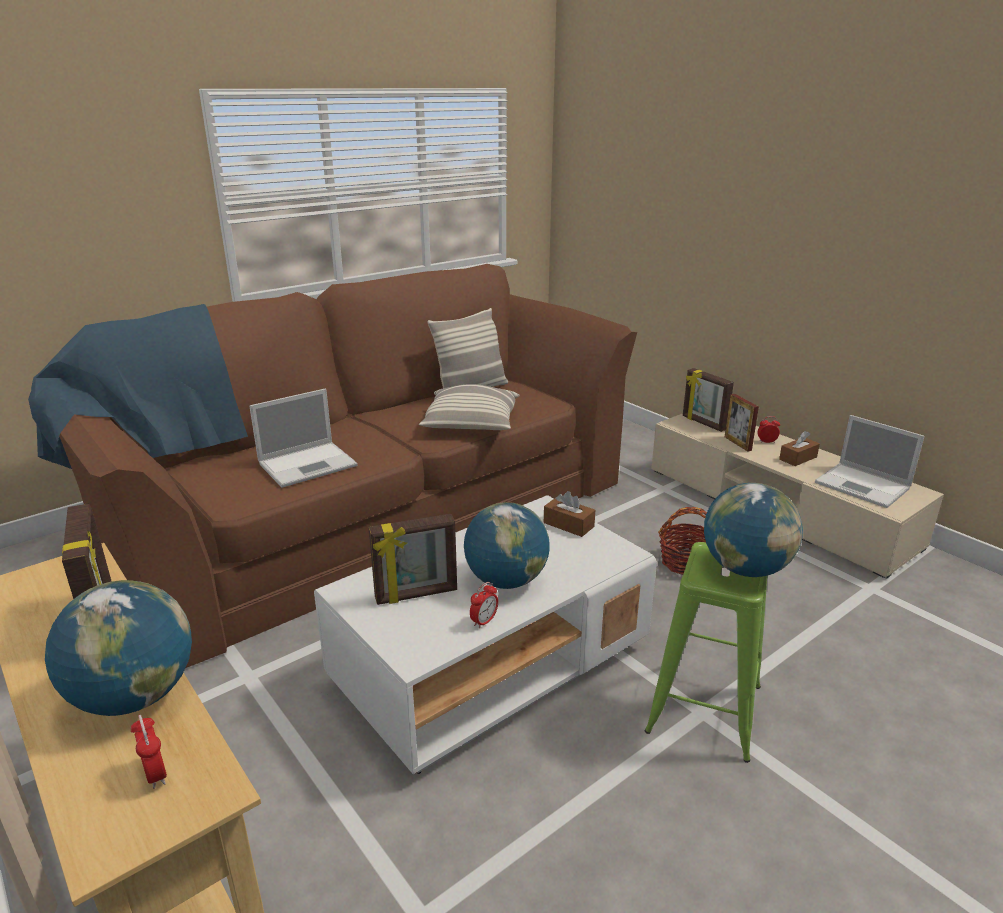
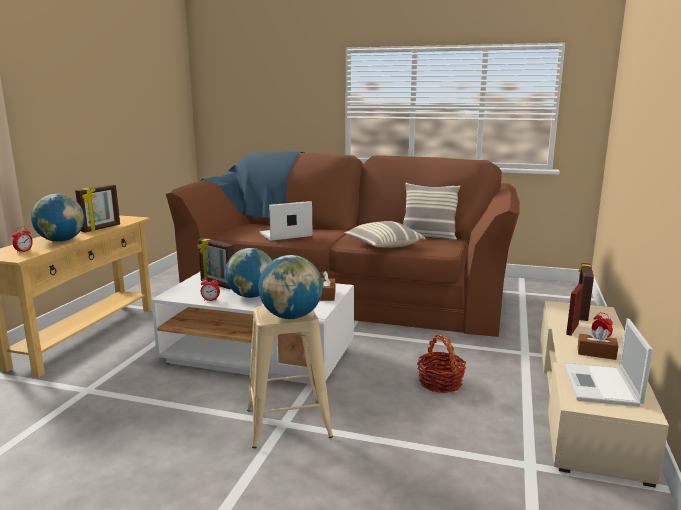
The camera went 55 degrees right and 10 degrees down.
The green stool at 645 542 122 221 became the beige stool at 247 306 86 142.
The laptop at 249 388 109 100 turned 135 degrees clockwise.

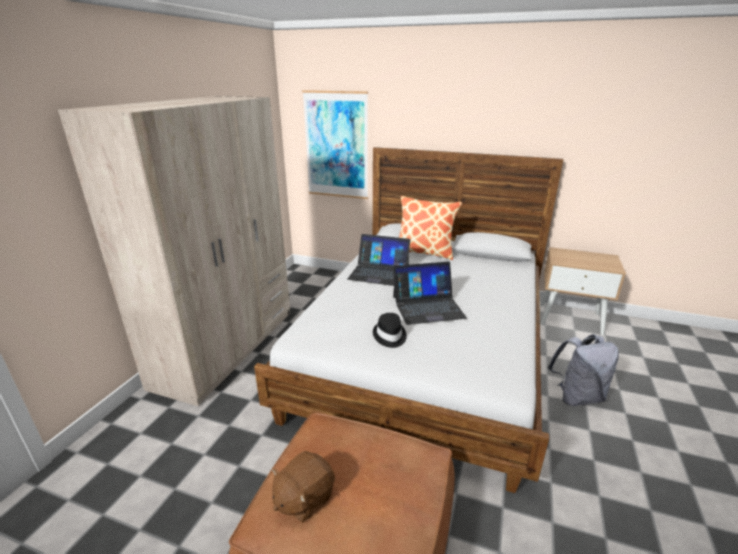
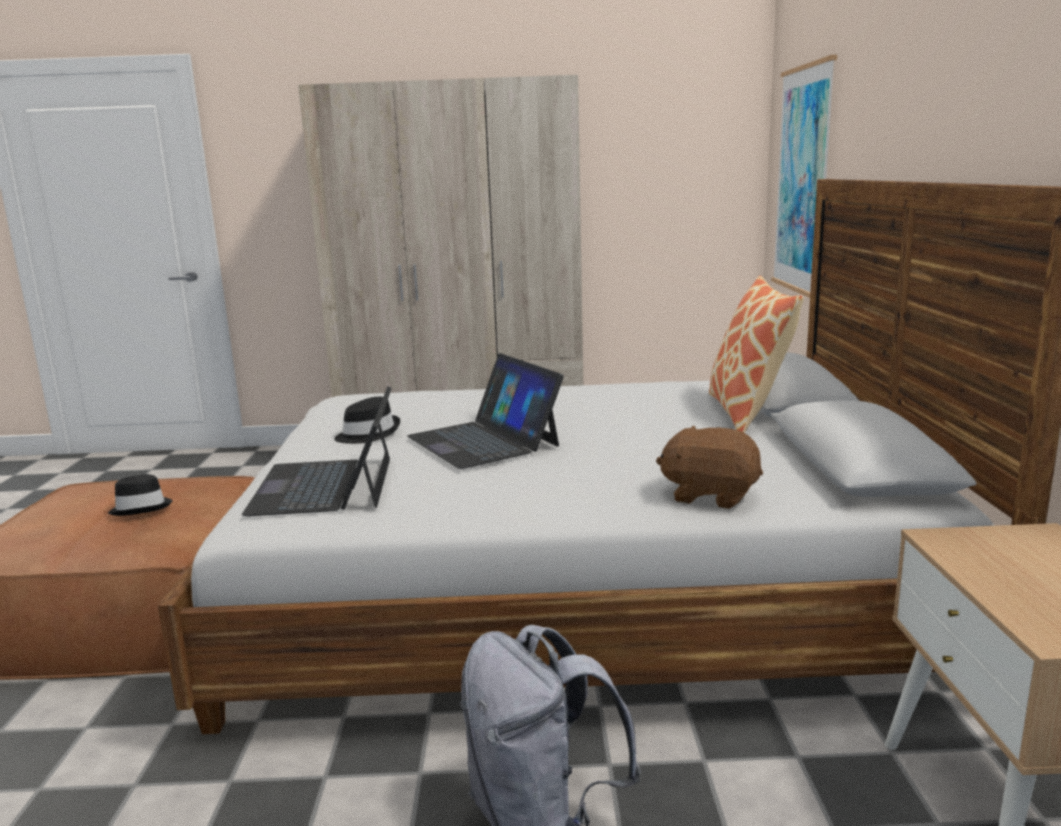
The camera went 70 degrees right and 10 degrees down.
The black hat at 108 474 65 42 appeared.
The laptop moved from 347 234 63 52 to 242 386 150 130.
The brown plush toy moved from 272 451 63 71 to 656 426 107 83.

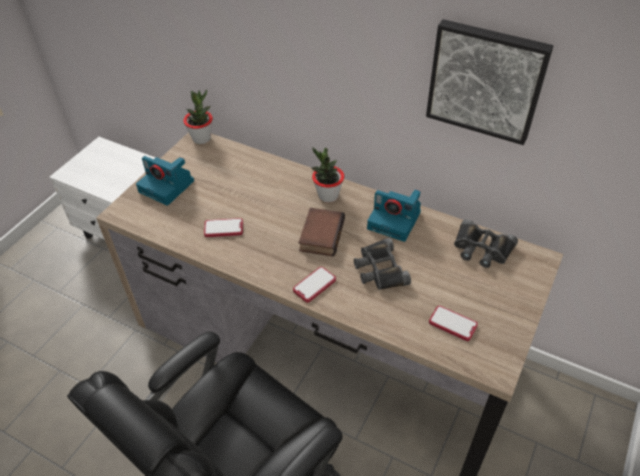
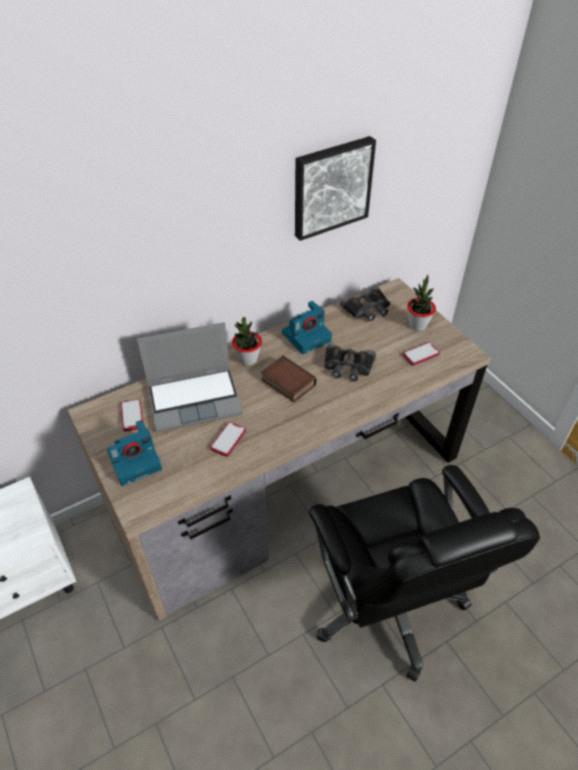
The camera went 60 degrees left and 0 degrees up.
The phone moved from 293 267 43 36 to 121 399 23 33.
The laptop at 137 322 106 110 appeared.
The potted plant moved from 183 90 30 54 to 407 275 29 56.

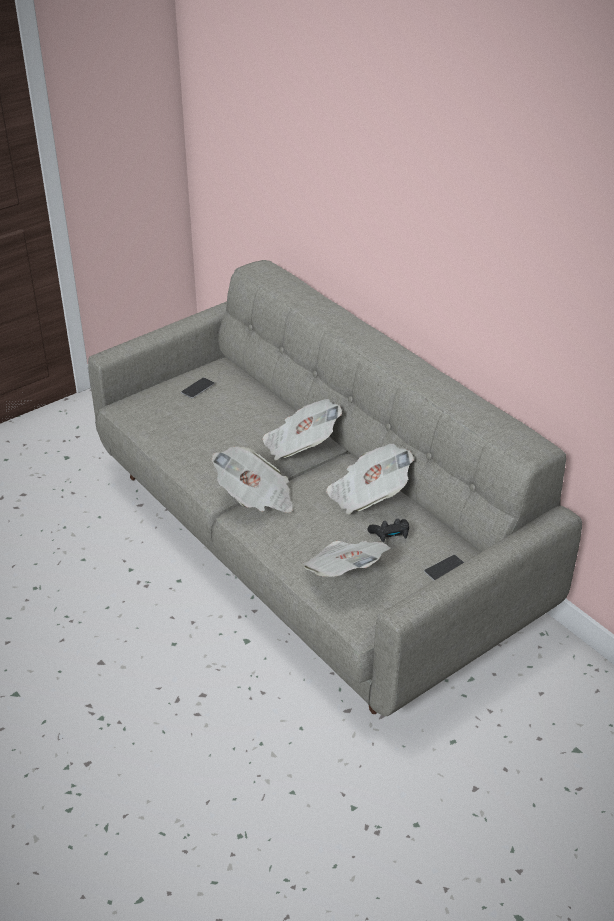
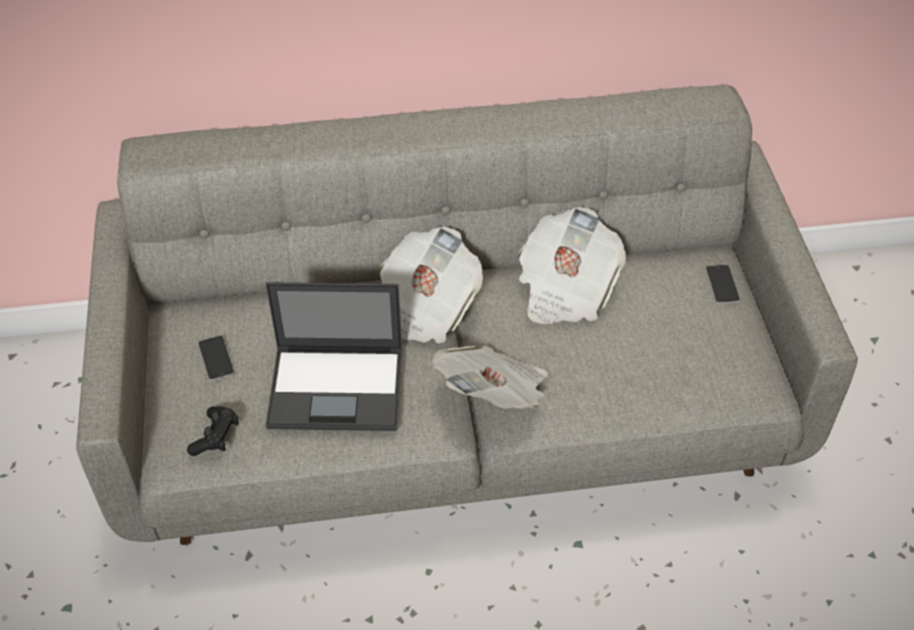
The camera went 60 degrees left and 10 degrees up.
The black game controller moved from 368 519 41 23 to 187 406 52 50.
The laptop at 265 282 137 149 appeared.
The newspaper at 301 541 90 36 disappeared.

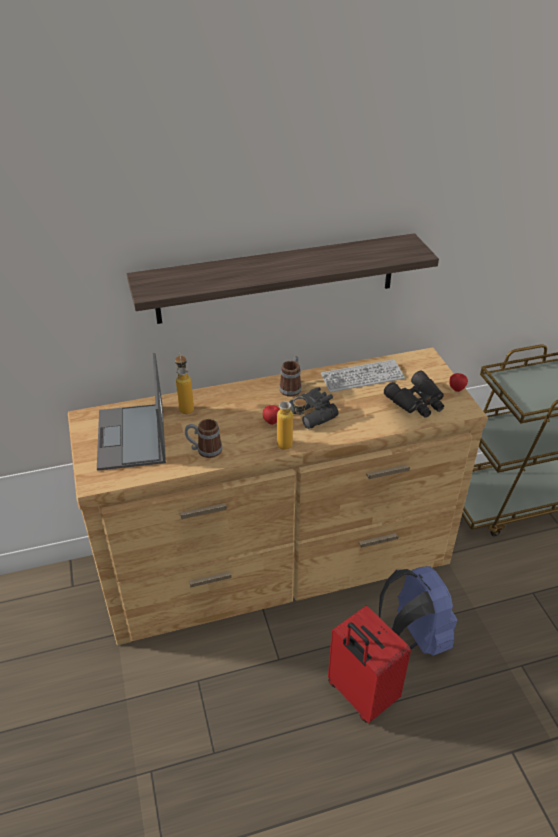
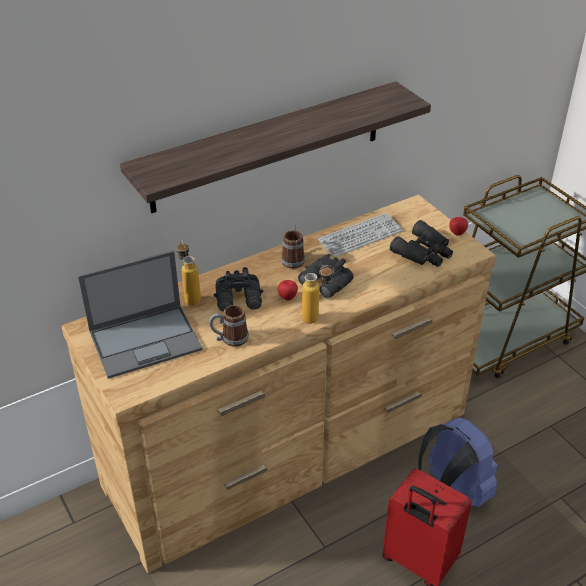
The camera went 15 degrees left and 0 degrees up.
The laptop at 97 353 69 118 turned 90 degrees counterclockwise.
The black binoculars at 214 267 49 45 appeared.

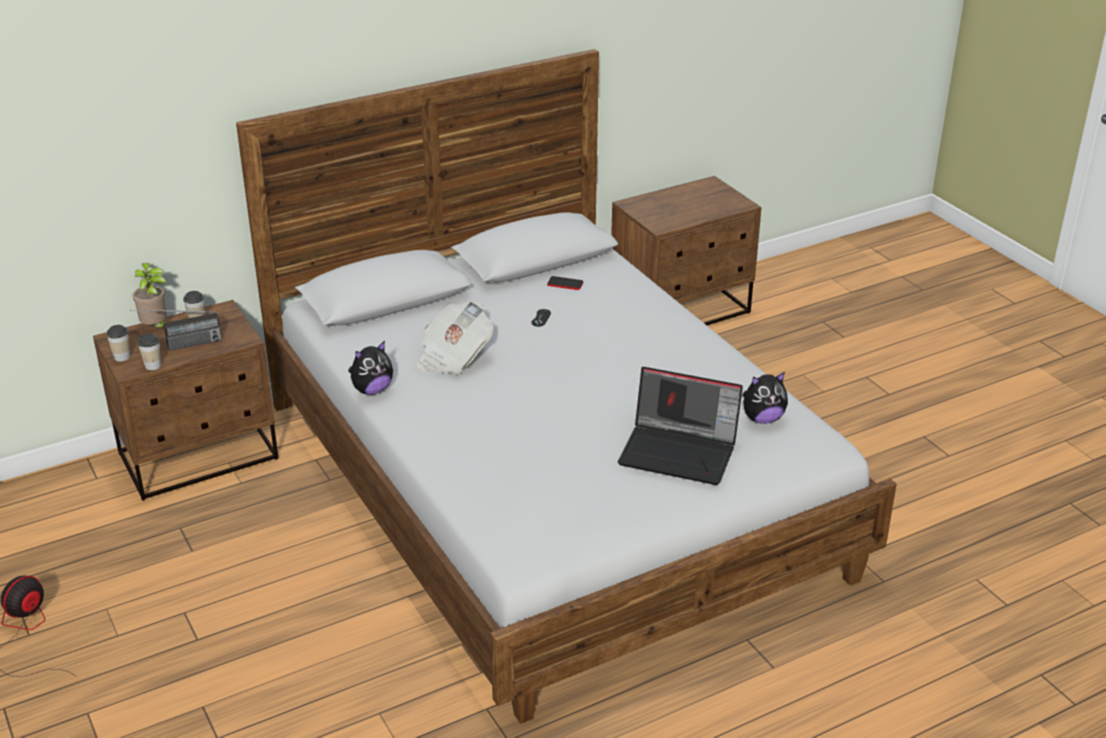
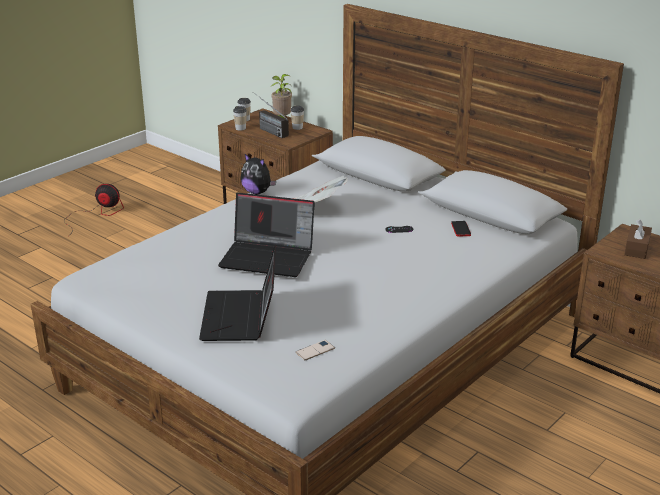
The camera went 70 degrees right and 5 degrees down.
The laptop at 218 193 97 84 appeared.
The plush toy at 742 372 46 52 was replaced by the phone at 295 340 40 20.
The brown tissue box at 624 219 28 40 appeared.

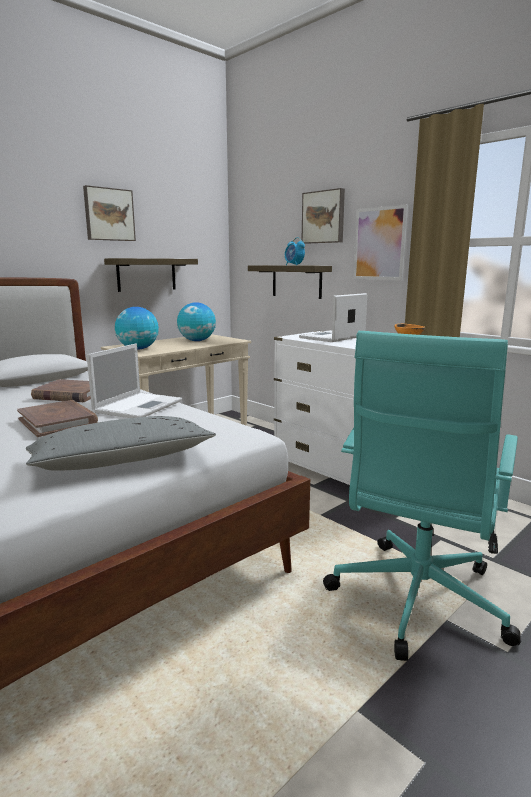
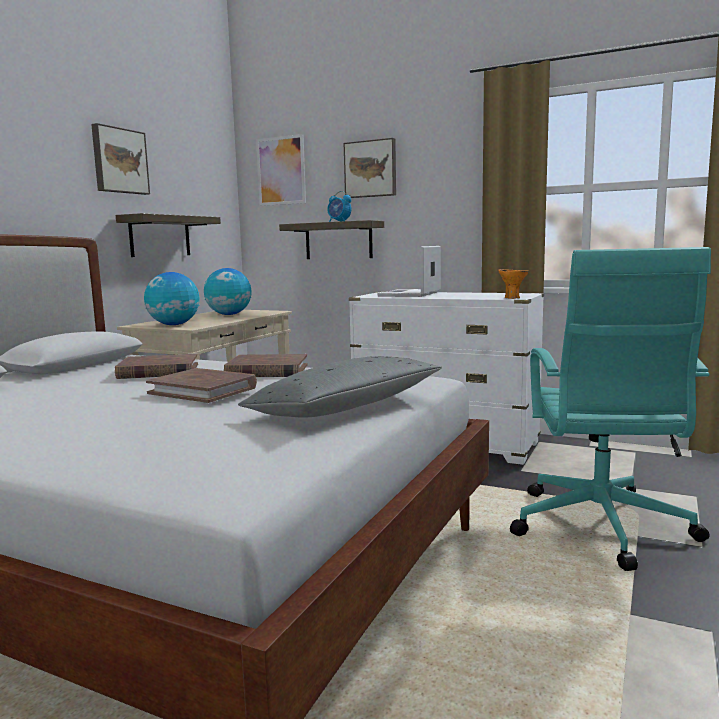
The camera went 20 degrees left and 5 degrees down.
The laptop at 87 343 95 75 was replaced by the brown book at 224 354 84 23.
The picture moved from 353 205 55 75 to 256 134 50 72.

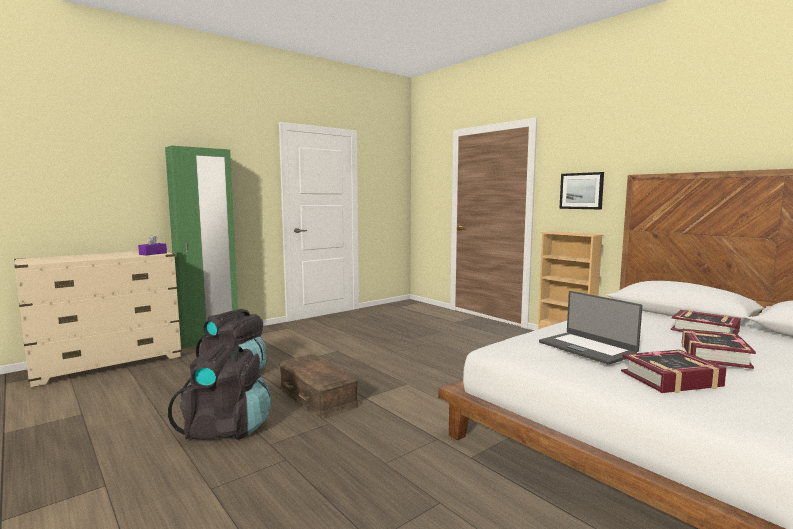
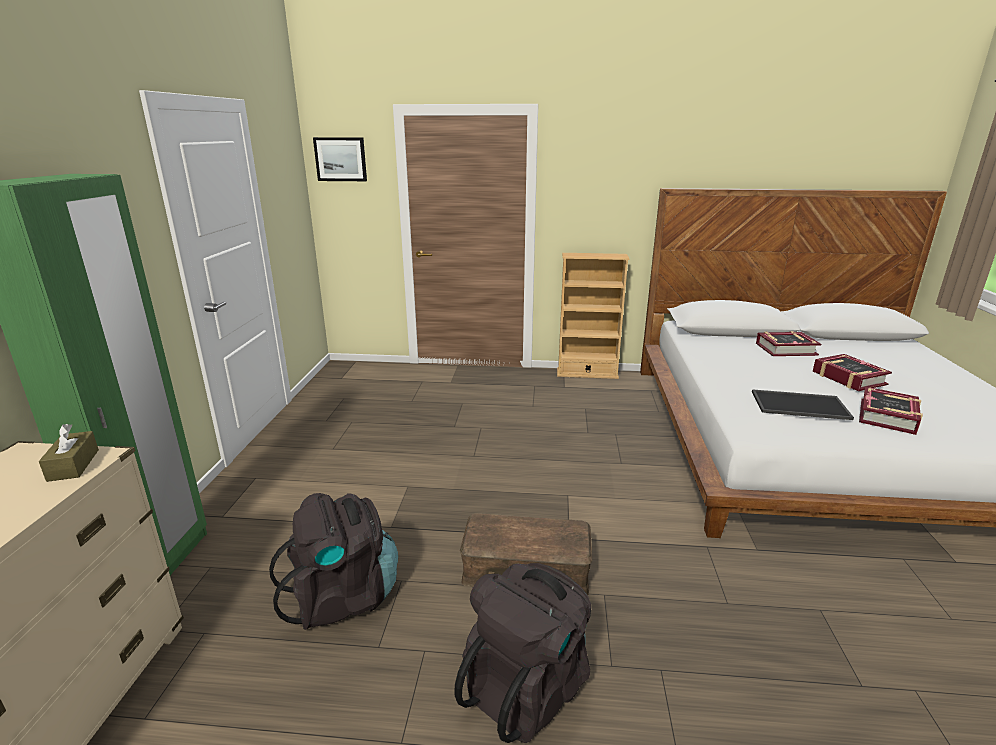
The camera went 45 degrees left and 15 degrees up.
The purple tissue box at 138 235 29 20 became the brown tissue box at 39 424 60 58.
The picture moved from 559 172 45 37 to 313 137 54 44.
The laptop at 539 291 103 74 was replaced by the tray at 752 389 102 31.

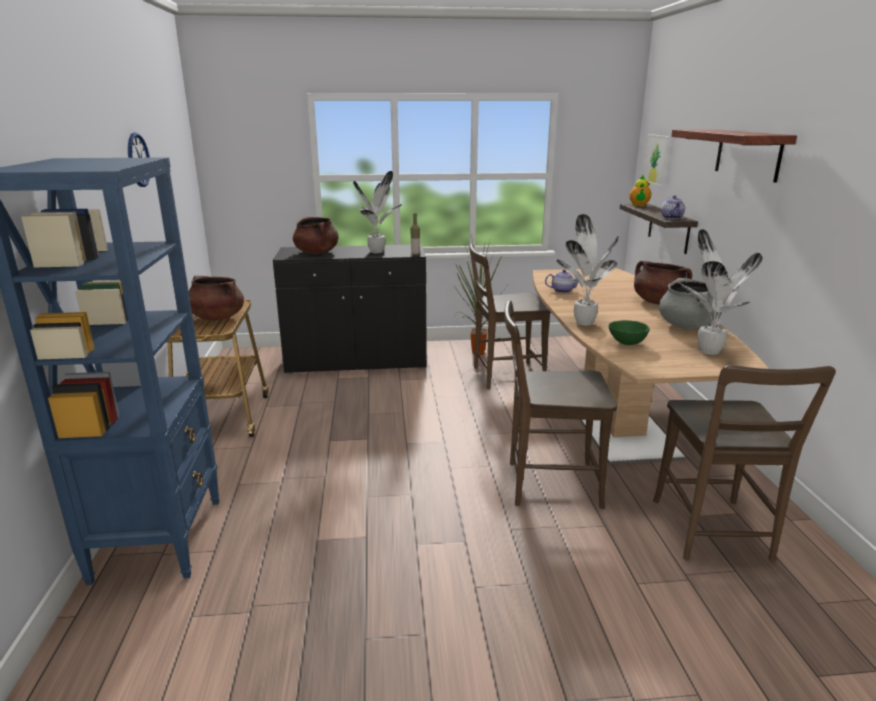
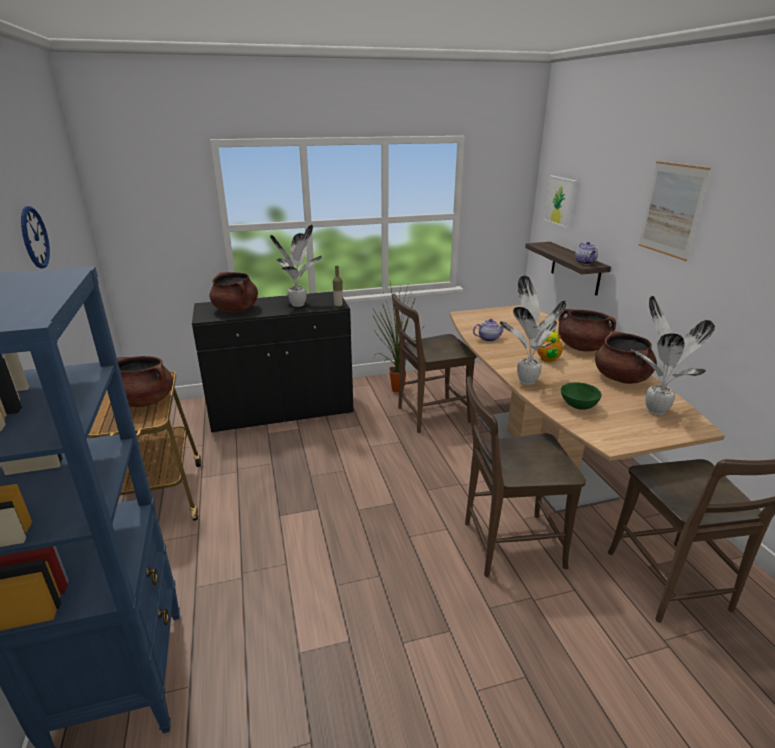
The camera went 10 degrees left and 5 degrees up.
The teapot moved from 629 175 22 31 to 537 330 26 32.
The grey cooking pot at 659 278 63 52 became the brown cooking pot at 595 331 62 53.
The shelf at 671 129 126 54 was replaced by the picture at 639 161 72 100.

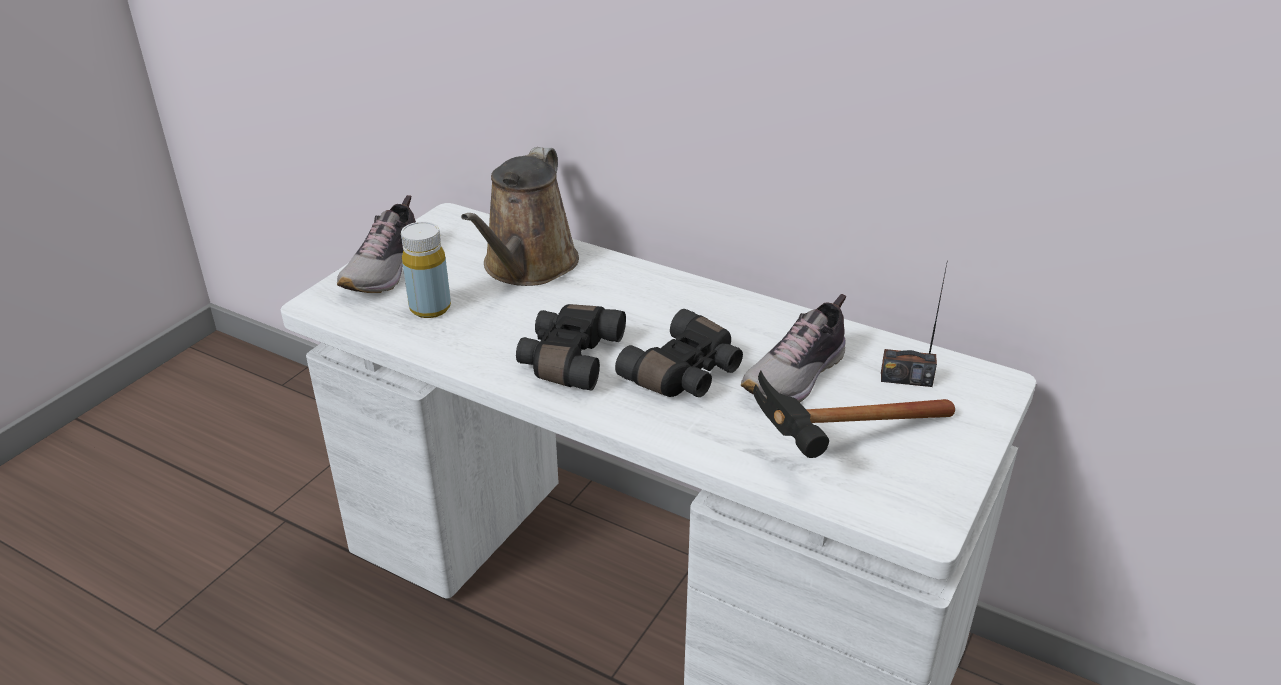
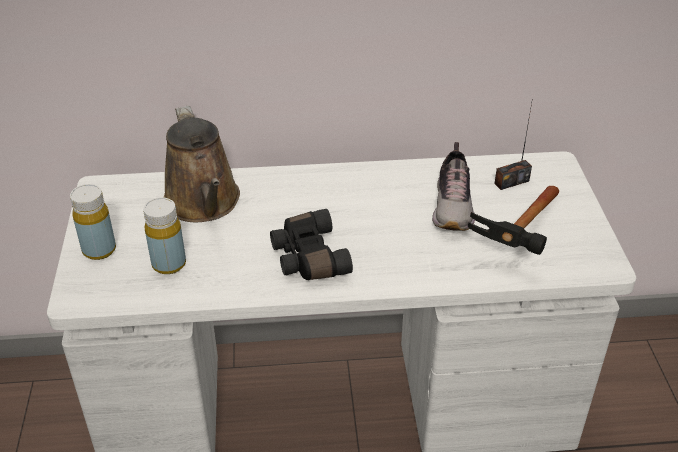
The camera went 35 degrees left and 5 degrees up.
The shoe at 337 195 79 98 was replaced by the yellow bottle at 70 184 46 76.
The black binoculars at 615 309 128 88 disappeared.

